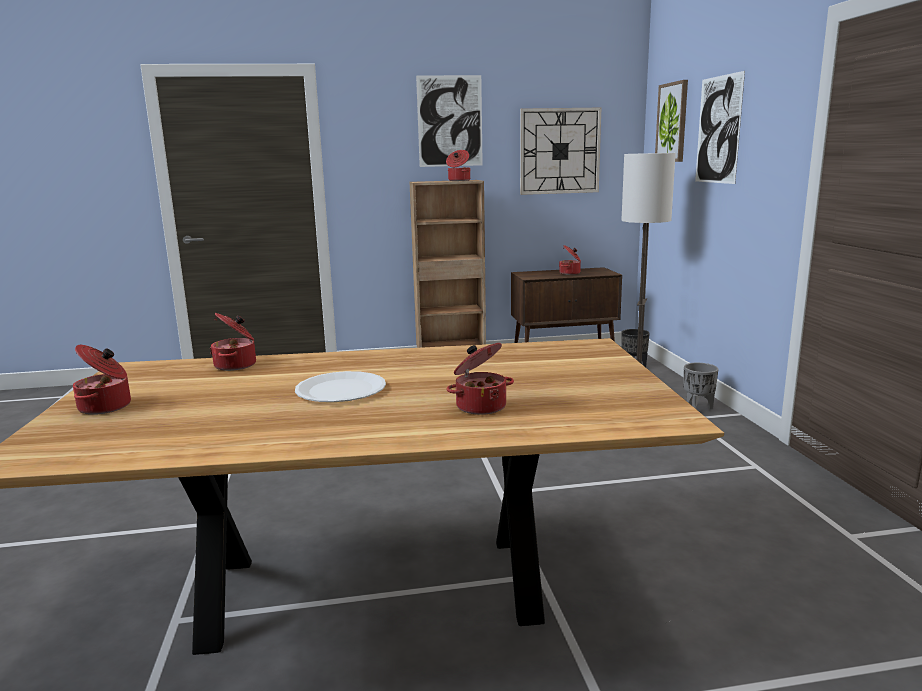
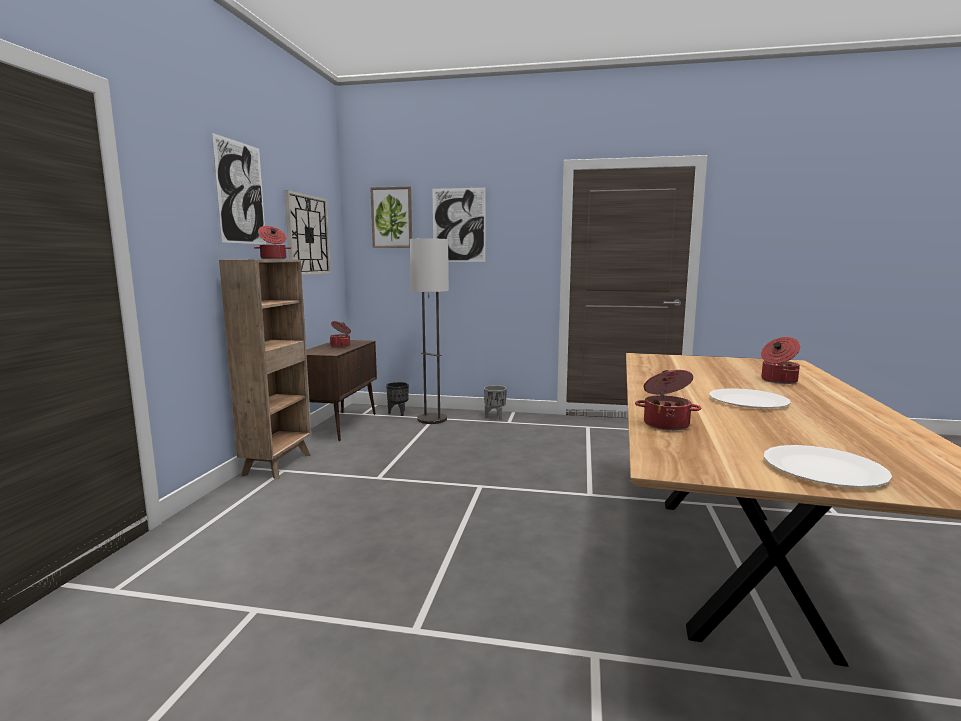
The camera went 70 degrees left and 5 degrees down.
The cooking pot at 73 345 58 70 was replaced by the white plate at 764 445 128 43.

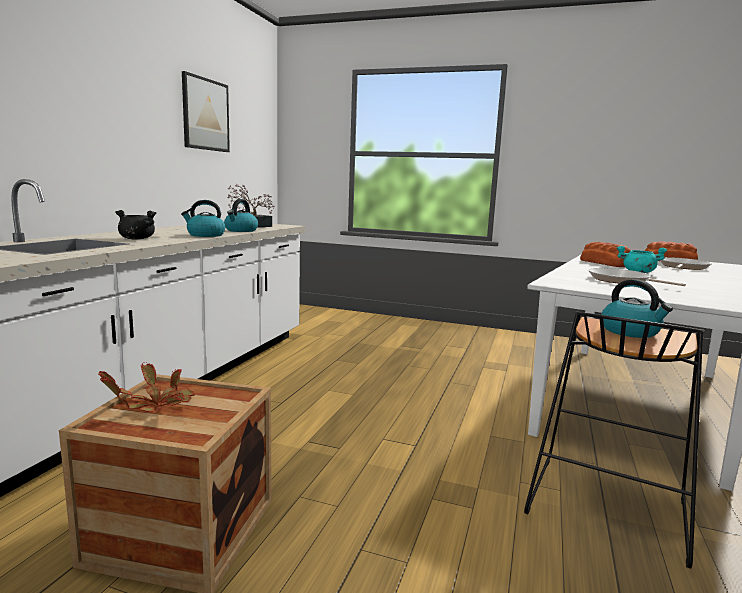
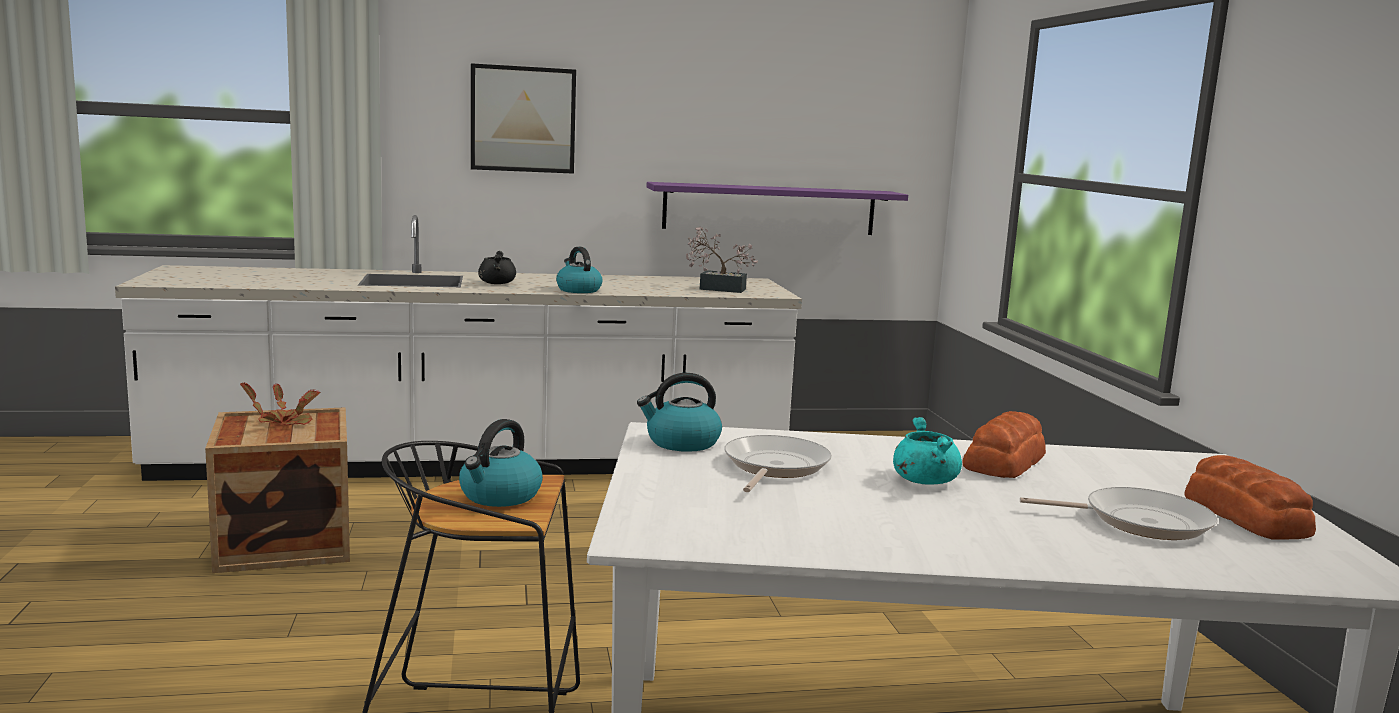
The camera went 60 degrees right and 0 degrees up.
The picture moved from 182 71 48 81 to 471 63 105 111.
The kettle moved from 224 199 34 33 to 637 373 85 79.
The purple shelf at 647 182 261 53 appeared.

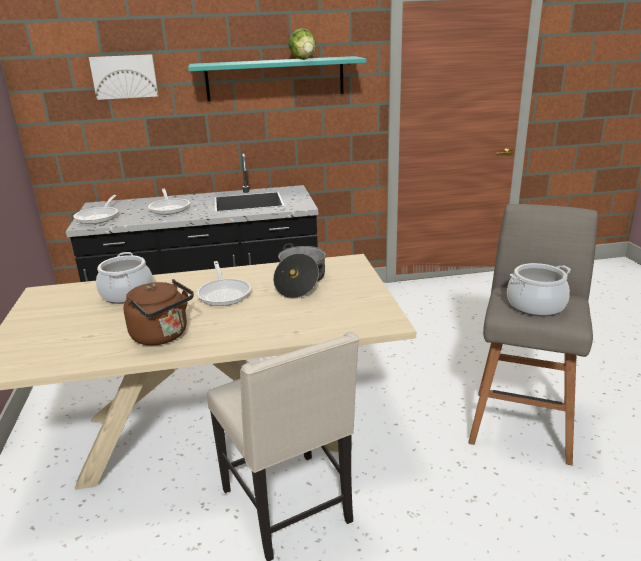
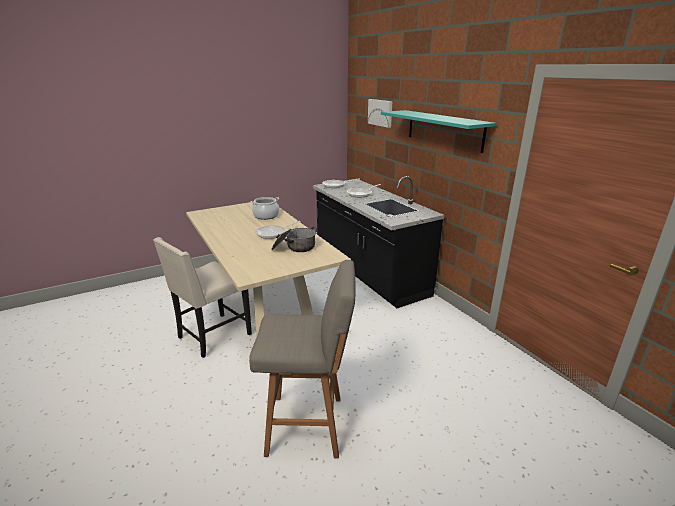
The camera went 70 degrees right and 0 degrees up.
The brown kettle at 123 279 71 66 disappeared.
The lettuce at 288 28 28 32 disappeared.
The cooking pot at 507 263 64 53 disappeared.

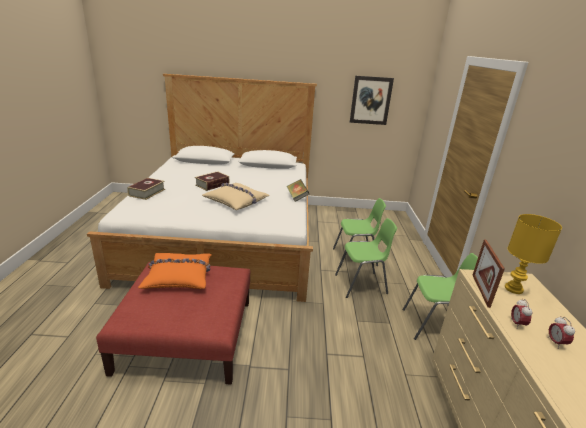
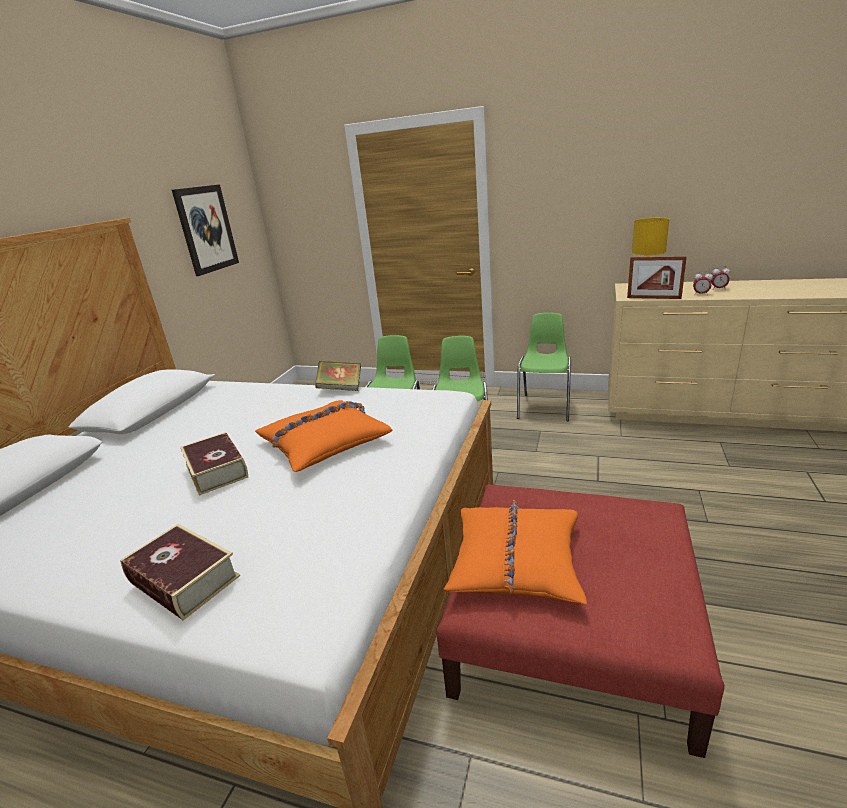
The camera went 70 degrees left and 0 degrees up.
The beige pillow at 202 183 68 27 became the orange pillow at 255 400 138 72.

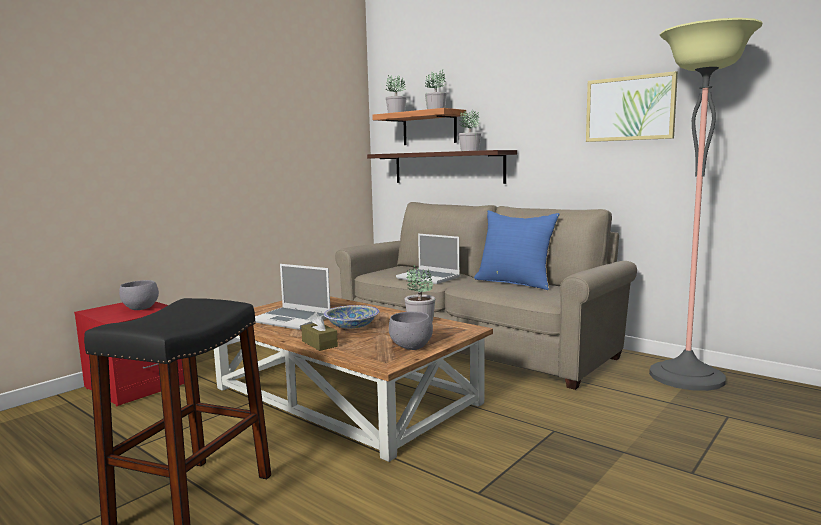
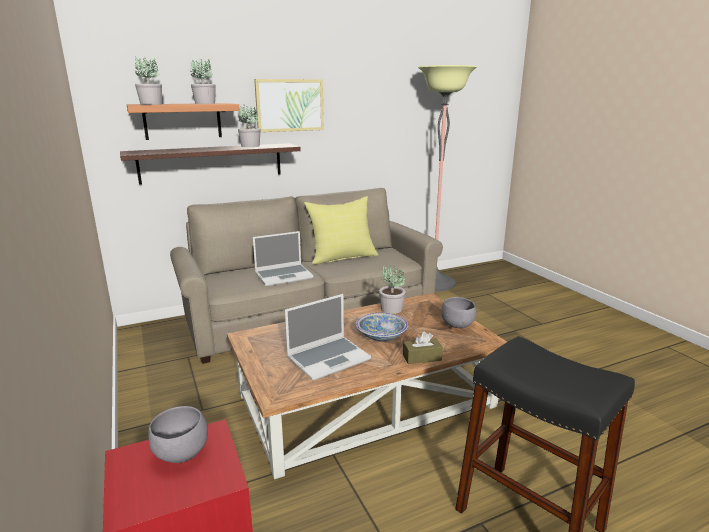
The camera went 65 degrees left and 10 degrees up.
The picture moved from 586 71 92 71 to 254 79 70 53.
The blue pillow at 474 210 86 80 became the yellow pillow at 304 196 74 68.

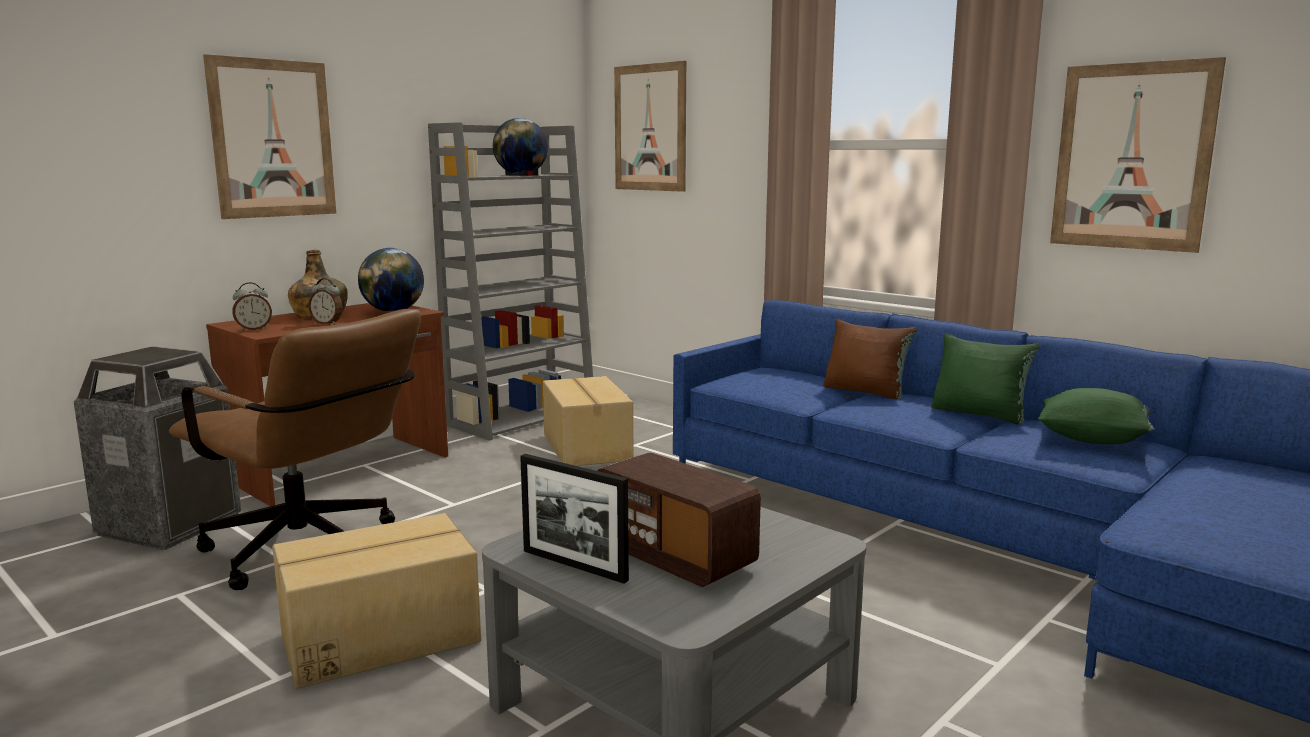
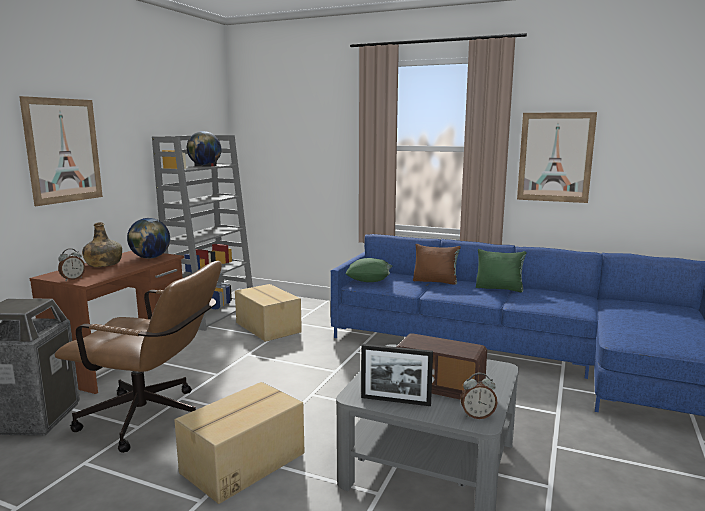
The camera went 20 degrees left and 0 degrees up.
The green pillow moved from 1038 388 116 57 to 345 258 47 24.
The alarm clock moved from 308 278 35 47 to 461 372 37 47.
The picture at 614 61 72 131 disappeared.

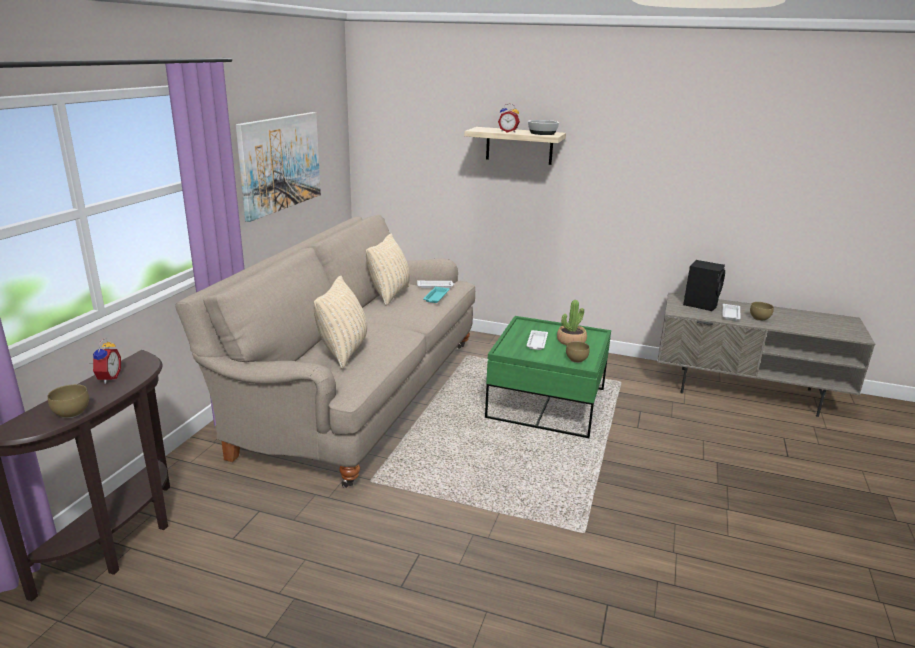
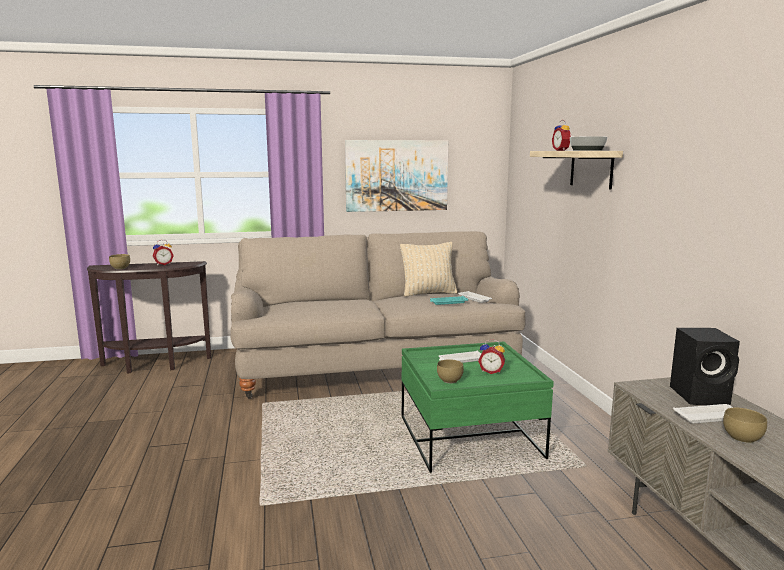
The camera went 60 degrees right and 10 degrees down.
The potted plant at 557 300 30 45 was replaced by the alarm clock at 478 339 27 35.
The beige pillow at 314 275 53 94 disappeared.

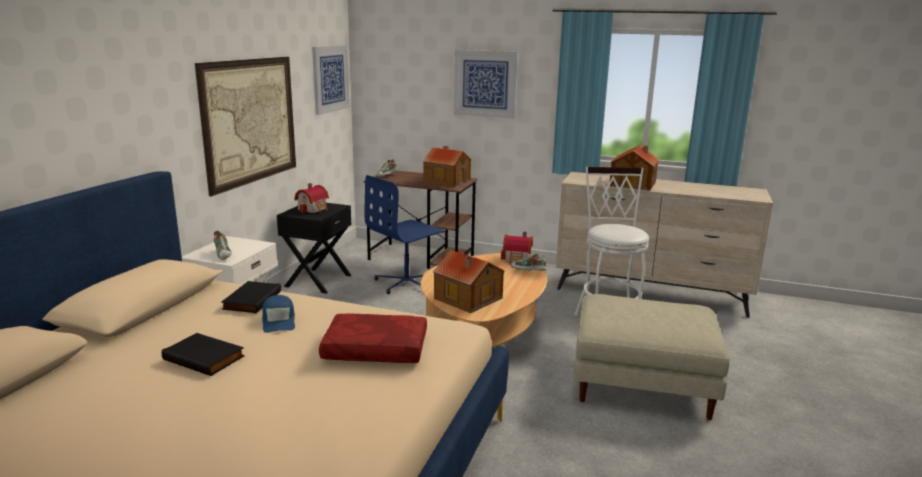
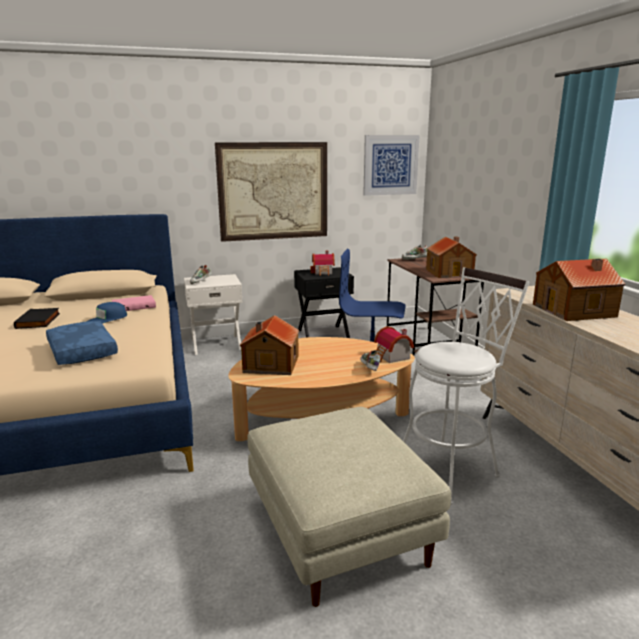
The camera went 55 degrees right and 0 degrees up.
The red pillow at 319 313 108 50 became the blue pillow at 46 321 72 44.
The black book at 221 281 60 32 became the pink book at 112 295 44 16.
The picture at 454 50 64 69 disappeared.

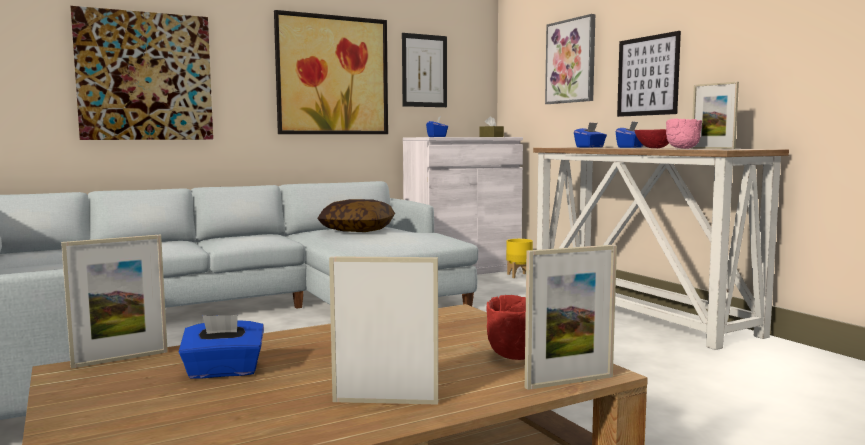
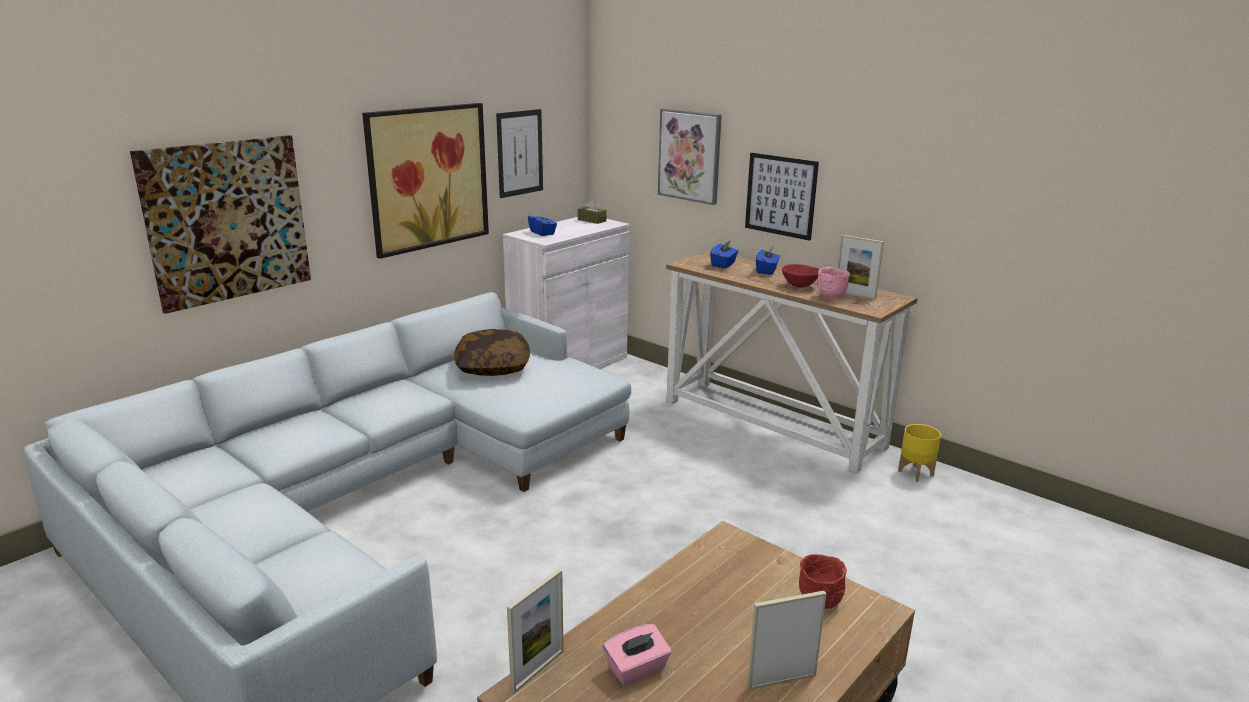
The camera went 20 degrees left and 15 degrees up.
The blue tissue box at 179 315 85 64 became the pink tissue box at 603 624 69 61.
The yellow planter moved from 506 239 27 39 to 898 424 43 58.
The picture frame at 525 245 92 145 disappeared.

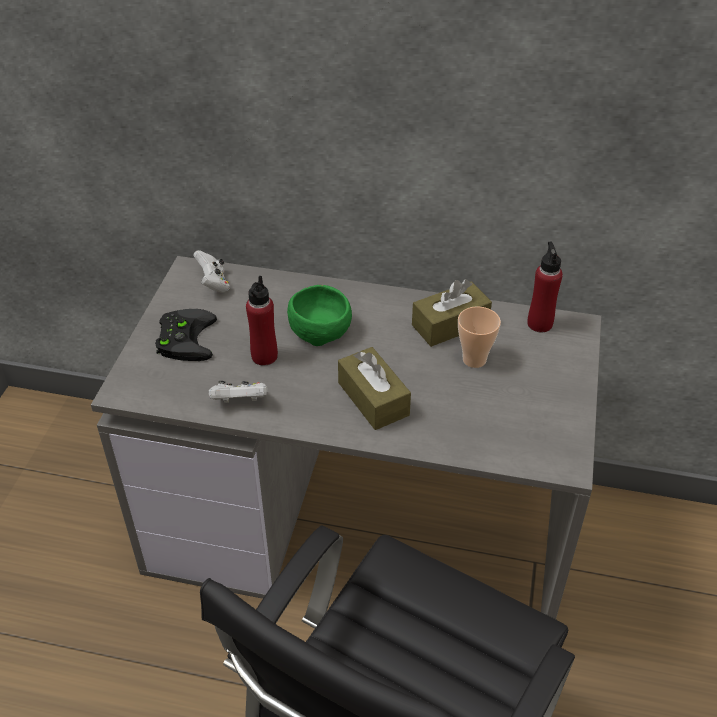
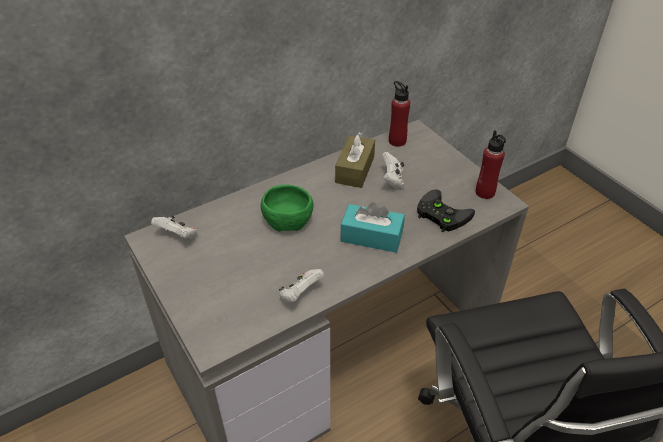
The camera went 45 degrees left and 0 degrees up.
The brown tissue box at 338 347 73 83 became the turquoise tissue box at 341 202 64 51.
The cup at 458 306 43 62 was replaced by the white game controller at 382 152 22 37.
The black game controller moved from 155 309 62 52 to 417 189 58 44.
The red bottle moved from 246 276 32 89 to 475 130 31 69.

